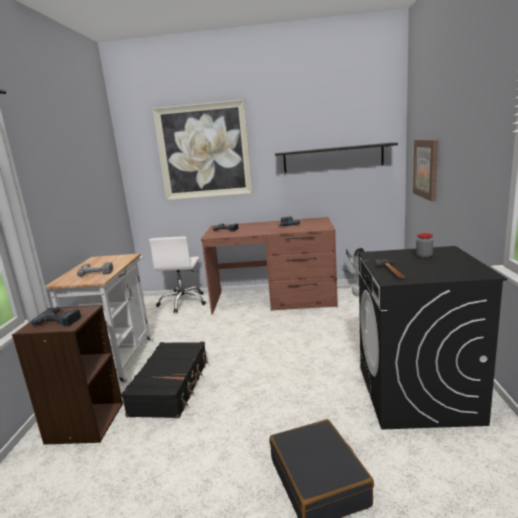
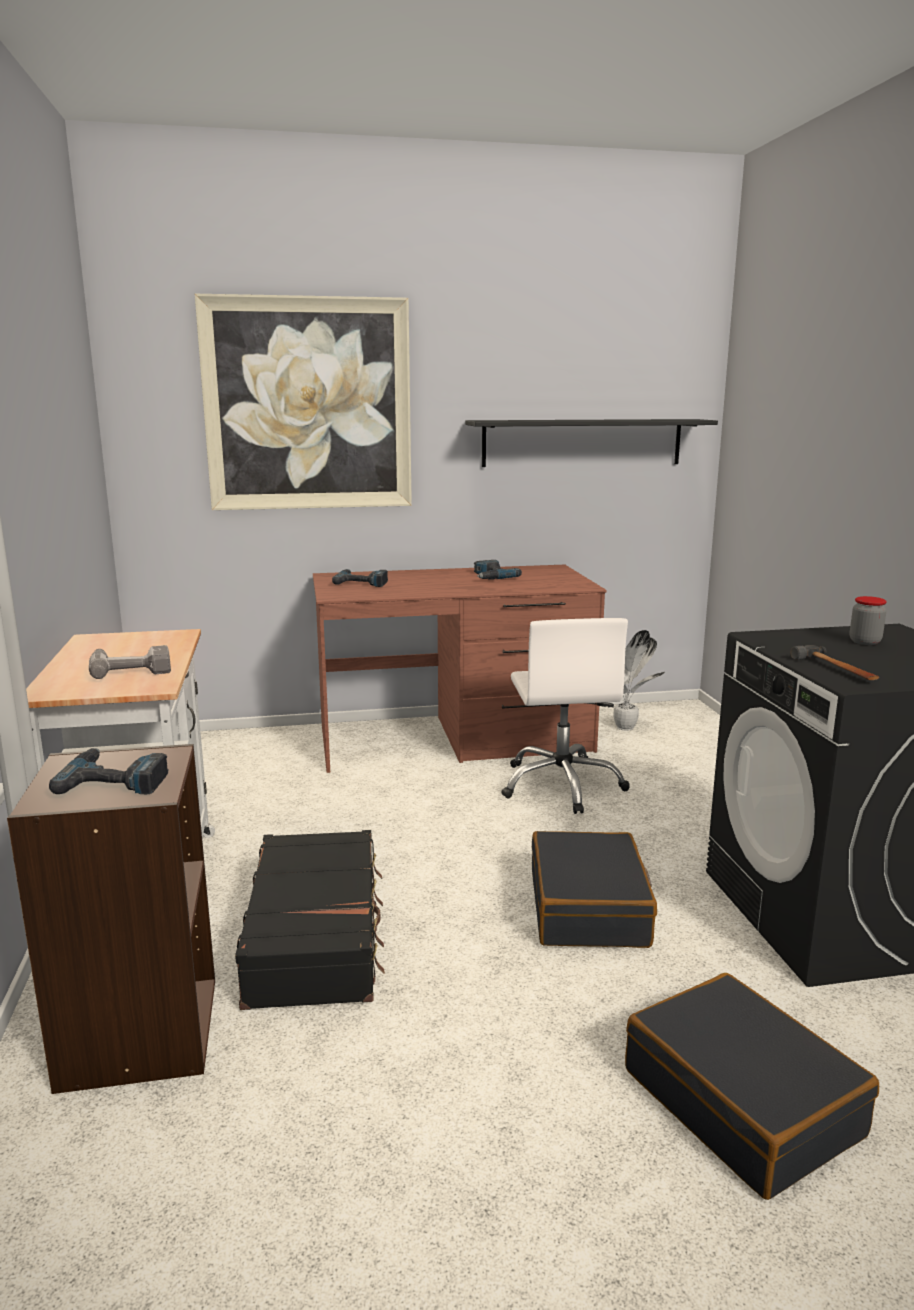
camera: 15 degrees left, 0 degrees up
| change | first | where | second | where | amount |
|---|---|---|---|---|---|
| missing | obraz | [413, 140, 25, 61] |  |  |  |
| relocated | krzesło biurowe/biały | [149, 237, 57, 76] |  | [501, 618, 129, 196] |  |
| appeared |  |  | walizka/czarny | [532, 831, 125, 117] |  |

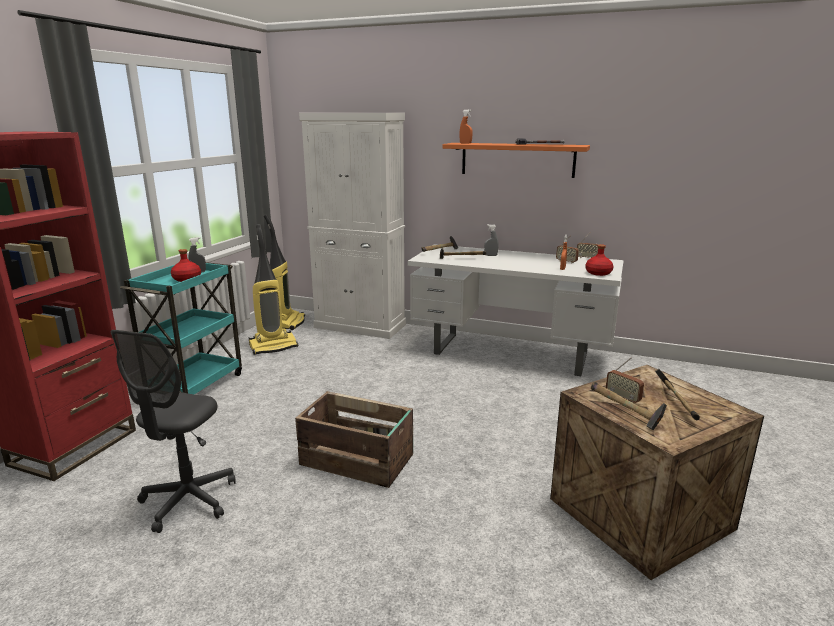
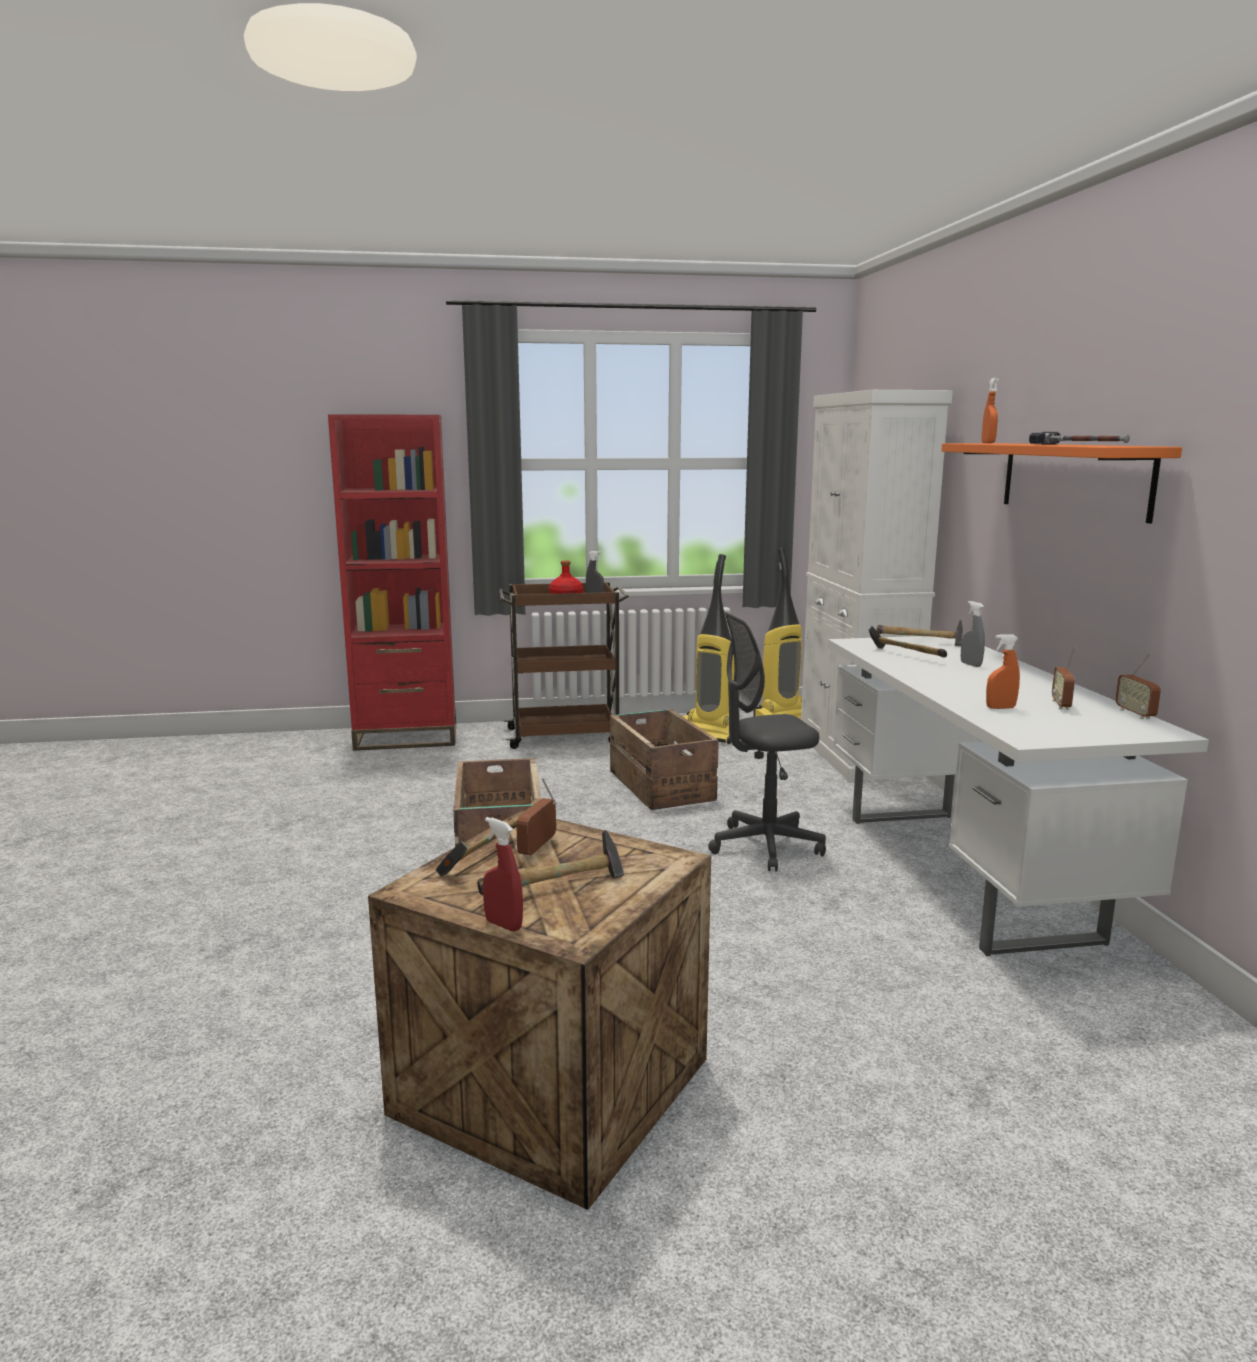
camera: 60 degrees right, 5 degrees down
| change | first | where | second | where | amount |
|---|---|---|---|---|---|
| missing | butelka/czerwony | [585, 244, 29, 32] |  |  |  |
| colour | wózek/turkusowy | [120, 262, 122, 132] | wózek/brązowy | [499, 582, 130, 167] |  |
| relocated | krzesło biurowe/szary | [111, 330, 125, 203] |  | [708, 612, 118, 259] |  |
| appeared |  |  | skrzynka | [610, 709, 109, 101] |  |
| appeared |  |  | spryskiwacz/czerwony | [483, 817, 40, 115] |  |

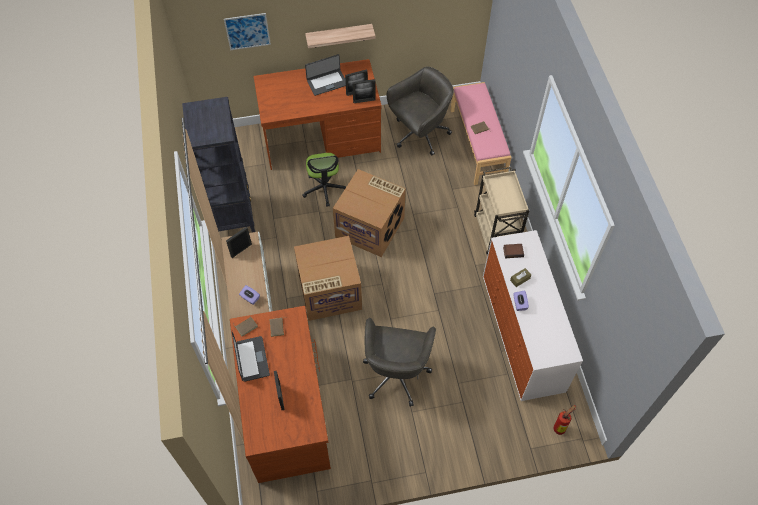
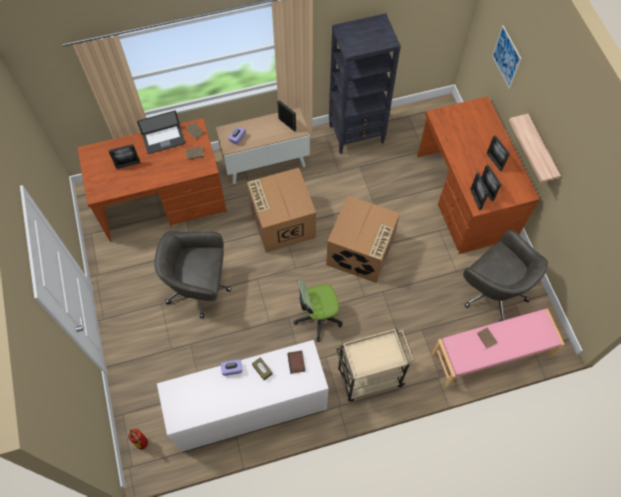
camera: 85 degrees right, 5 degrees up
| change | first | where | second | where | amount |
|---|---|---|---|---|---|
| exchanged | laptop | [305, 54, 41, 42] | ramka na zdjęcie | [486, 135, 24, 36] |  |
| relocated | krzesło biurowe | [302, 153, 44, 54] |  | [293, 279, 50, 63] |  |

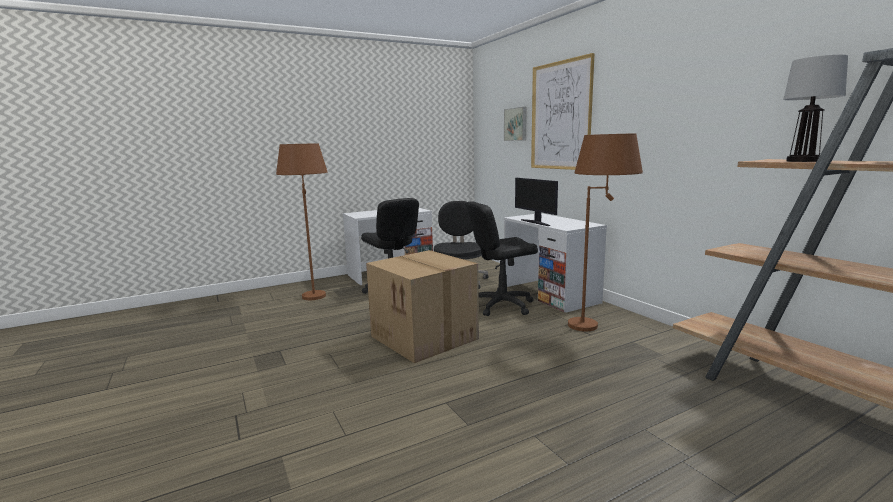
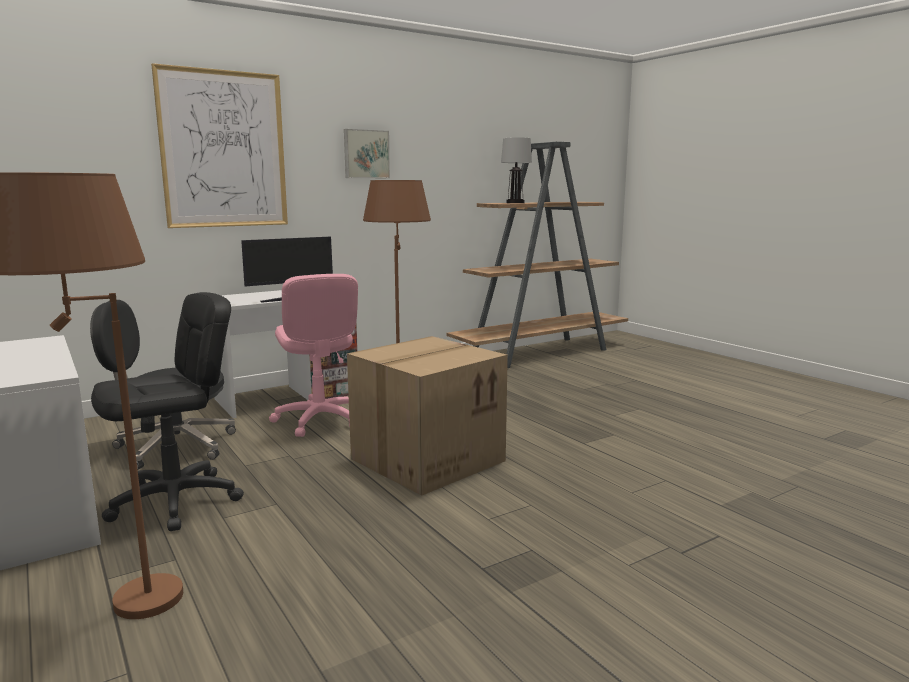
camera: 95 degrees left, 0 degrees up
| change | first | where | second | where | amount |
|---|---|---|---|---|---|
| relocated | obraz | [504, 107, 23, 34] |  | [344, 129, 46, 49] |  |
| colour | krzesło biurowe/czarny | [466, 201, 72, 115] | krzesło biurowe/różowy | [269, 274, 89, 163] |  |

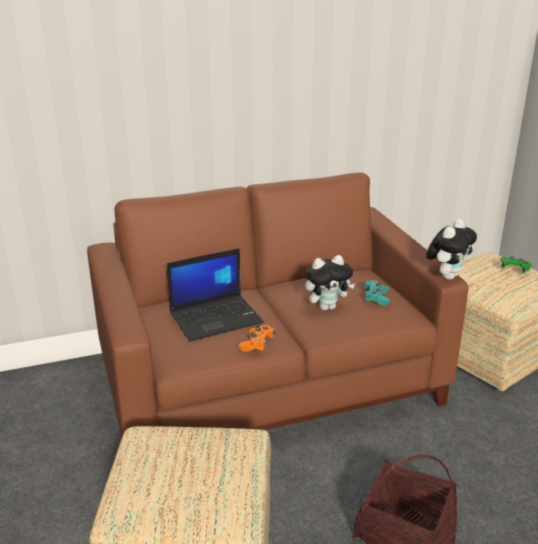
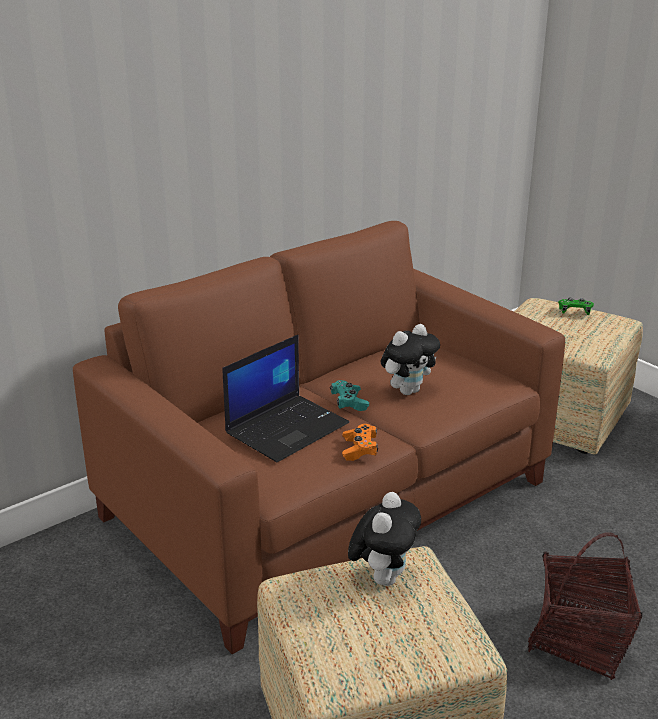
camera: 20 degrees left, 0 degrees up
| change | first | where | second | where | amount |
|---|---|---|---|---|---|
| relocated | pluszak | [426, 219, 51, 61] |  | [348, 492, 73, 94] |  |
| relocated | pad do gier/turkusowy | [364, 280, 26, 26] |  | [330, 380, 39, 31] |  |

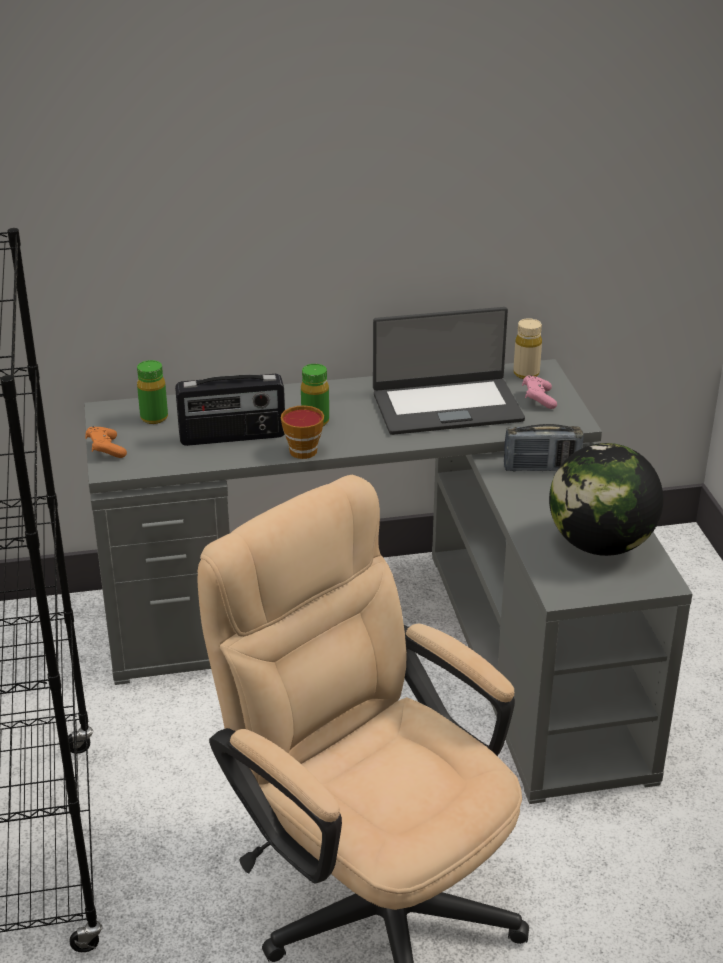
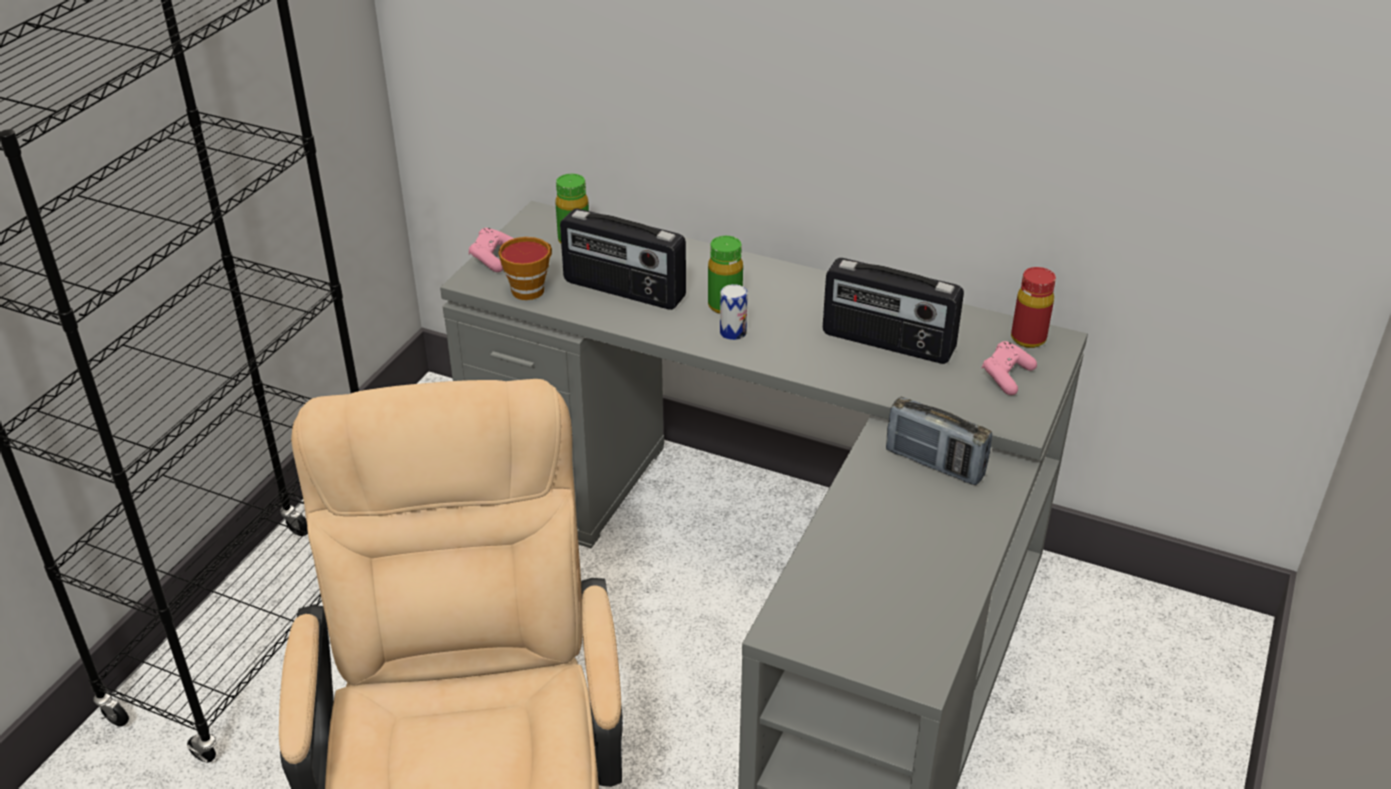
camera: 35 degrees right, 5 degrees up
| change | first | where | second | where | amount |
|---|---|---|---|---|---|
| exchanged | laptop | [373, 307, 152, 128] | radio | [823, 258, 141, 106] |  |
| colour | butelka/beżowy | [513, 318, 29, 61] | butelka/czerwony | [1011, 267, 45, 81] |  |
| relocated | filiżanka | [281, 405, 43, 54] |  | [499, 237, 53, 63] |  |
| colour | pad do gier/pomarańczowy | [85, 426, 42, 32] | pad do gier/różowy | [469, 228, 45, 44] |  |
| missing | globus | [549, 443, 114, 113] |  |  |  |
| appeared |  |  | puszka | [720, 284, 28, 56] |  |

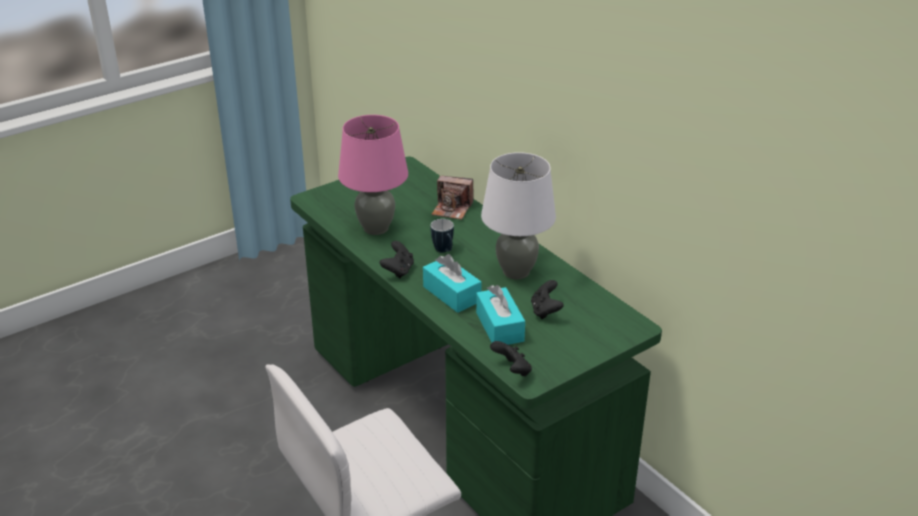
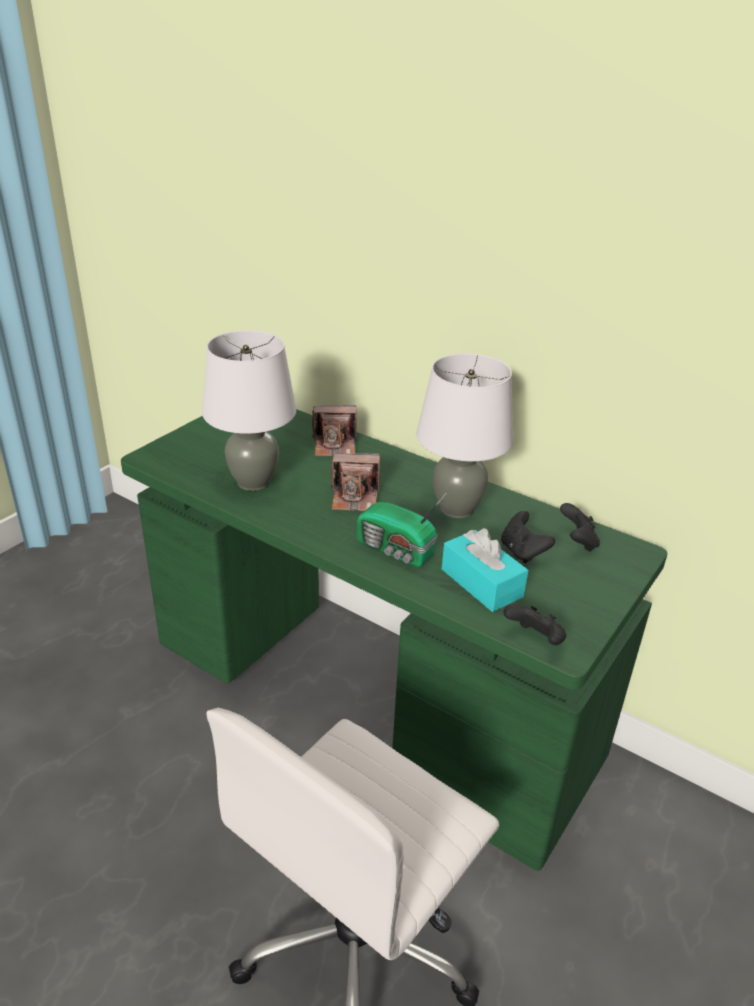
camera: 20 degrees left, 0 degrees up
| change | first | where | second | where | amount |
|---|---|---|---|---|---|
| colour | lampa stołowa/różowy | [338, 115, 70, 120] | lampa stołowa/biały | [202, 330, 94, 161] |  |
| exchanged | kubek | [431, 219, 23, 34] | aparat fotograficzny | [331, 453, 49, 58] |  |
| relocated | pad do gier/czarny | [380, 241, 34, 37] |  | [560, 503, 40, 49] |  |
| exchanged | pudełko chusteczek/turkusowy | [423, 254, 59, 59] | radio | [357, 493, 90, 74] |  |

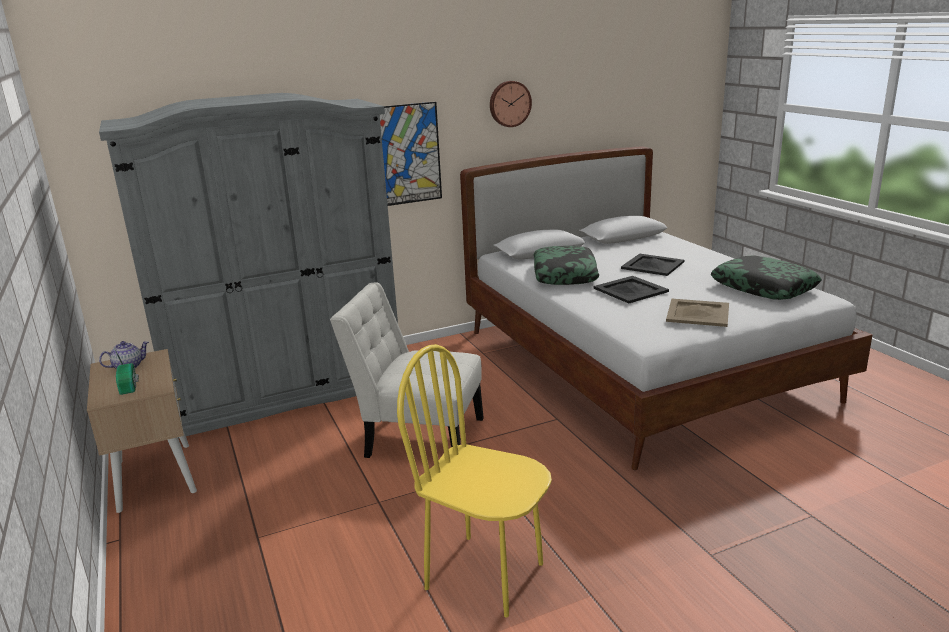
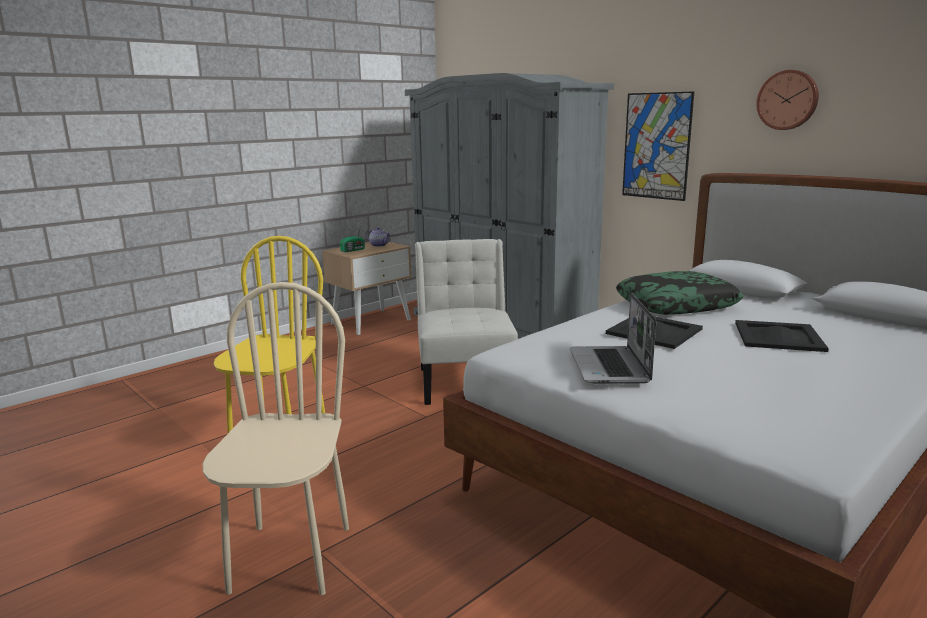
camera: 70 degrees right, 5 degrees down
| change | first | where | second | where | amount |
|---|---|---|---|---|---|
| missing | poduszka | [711, 256, 111, 44] |  |  |  |
| exchanged | taca/beżowy | [666, 299, 63, 28] | laptop | [570, 293, 86, 91] |  |
| appeared |  |  | krzesło/beżowy | [202, 282, 147, 313] |  |

